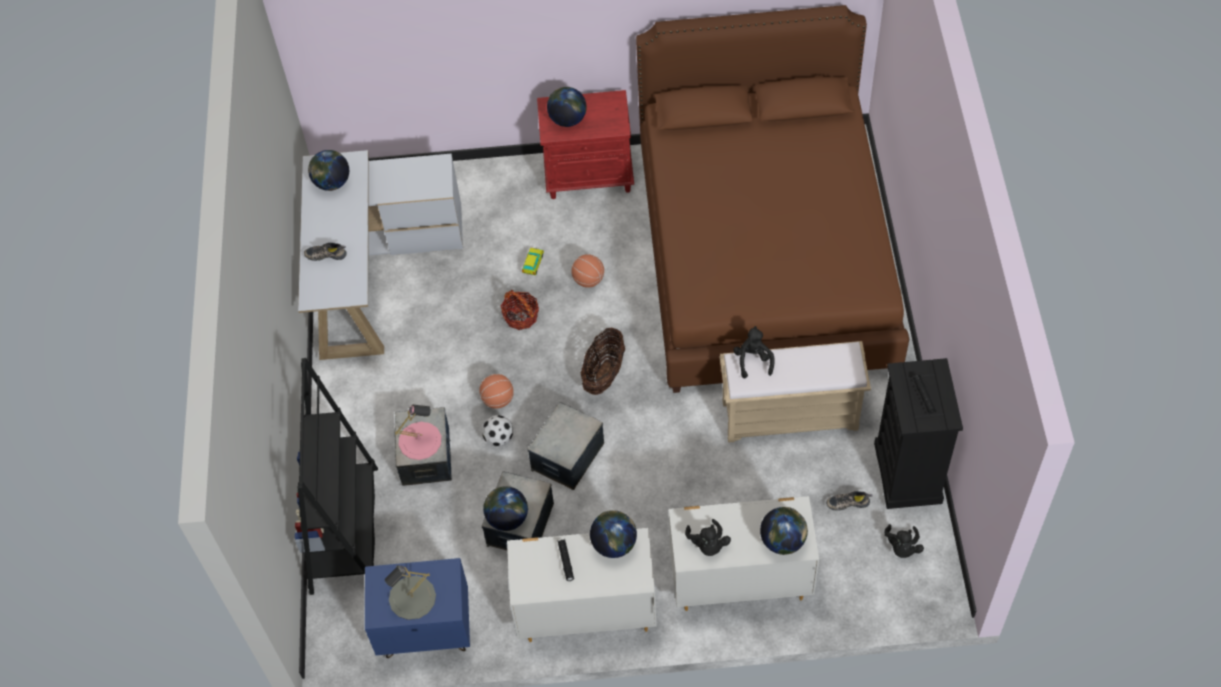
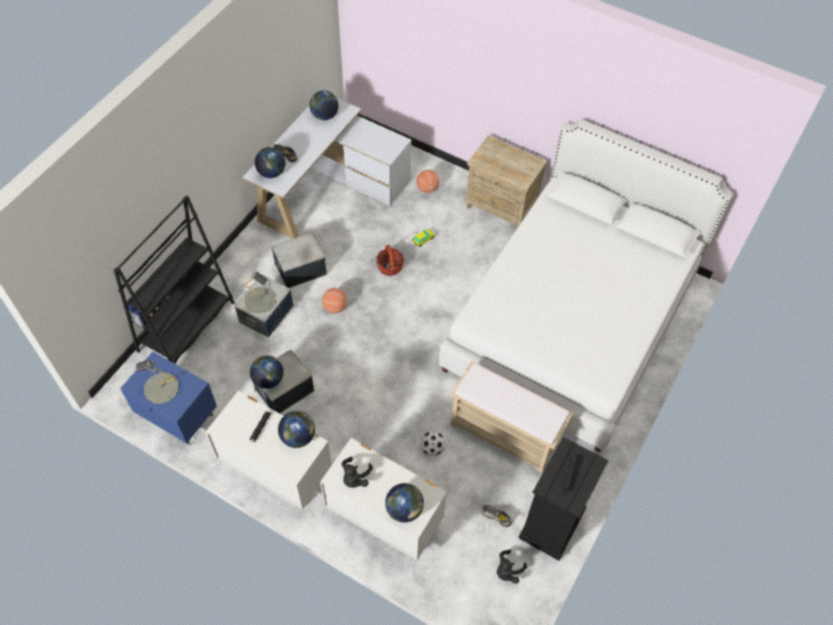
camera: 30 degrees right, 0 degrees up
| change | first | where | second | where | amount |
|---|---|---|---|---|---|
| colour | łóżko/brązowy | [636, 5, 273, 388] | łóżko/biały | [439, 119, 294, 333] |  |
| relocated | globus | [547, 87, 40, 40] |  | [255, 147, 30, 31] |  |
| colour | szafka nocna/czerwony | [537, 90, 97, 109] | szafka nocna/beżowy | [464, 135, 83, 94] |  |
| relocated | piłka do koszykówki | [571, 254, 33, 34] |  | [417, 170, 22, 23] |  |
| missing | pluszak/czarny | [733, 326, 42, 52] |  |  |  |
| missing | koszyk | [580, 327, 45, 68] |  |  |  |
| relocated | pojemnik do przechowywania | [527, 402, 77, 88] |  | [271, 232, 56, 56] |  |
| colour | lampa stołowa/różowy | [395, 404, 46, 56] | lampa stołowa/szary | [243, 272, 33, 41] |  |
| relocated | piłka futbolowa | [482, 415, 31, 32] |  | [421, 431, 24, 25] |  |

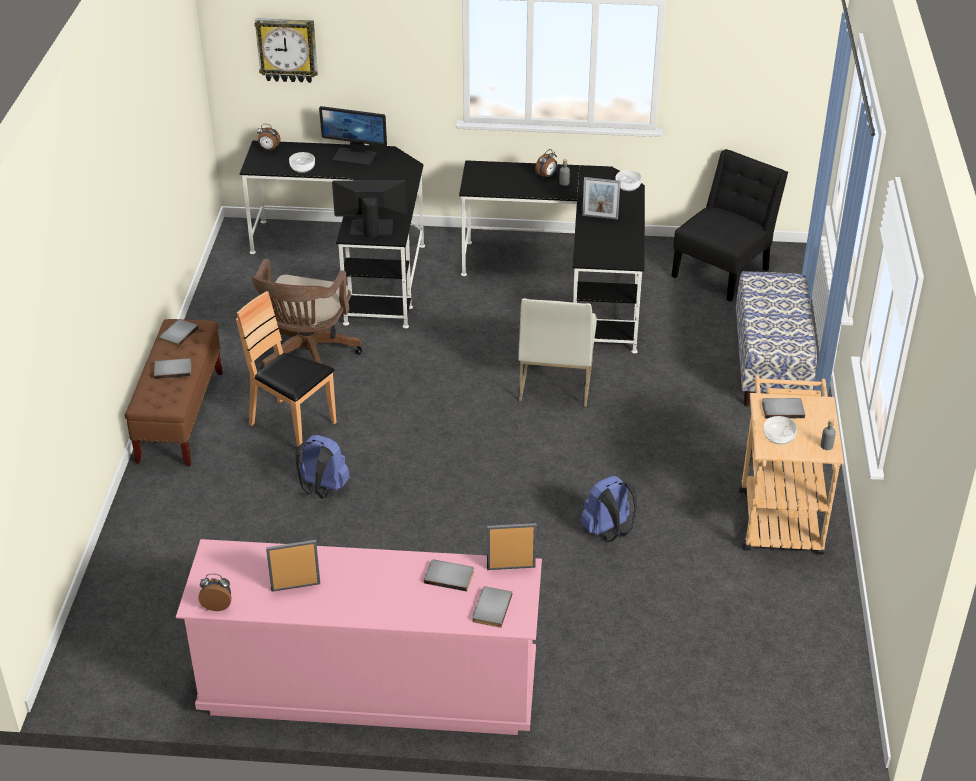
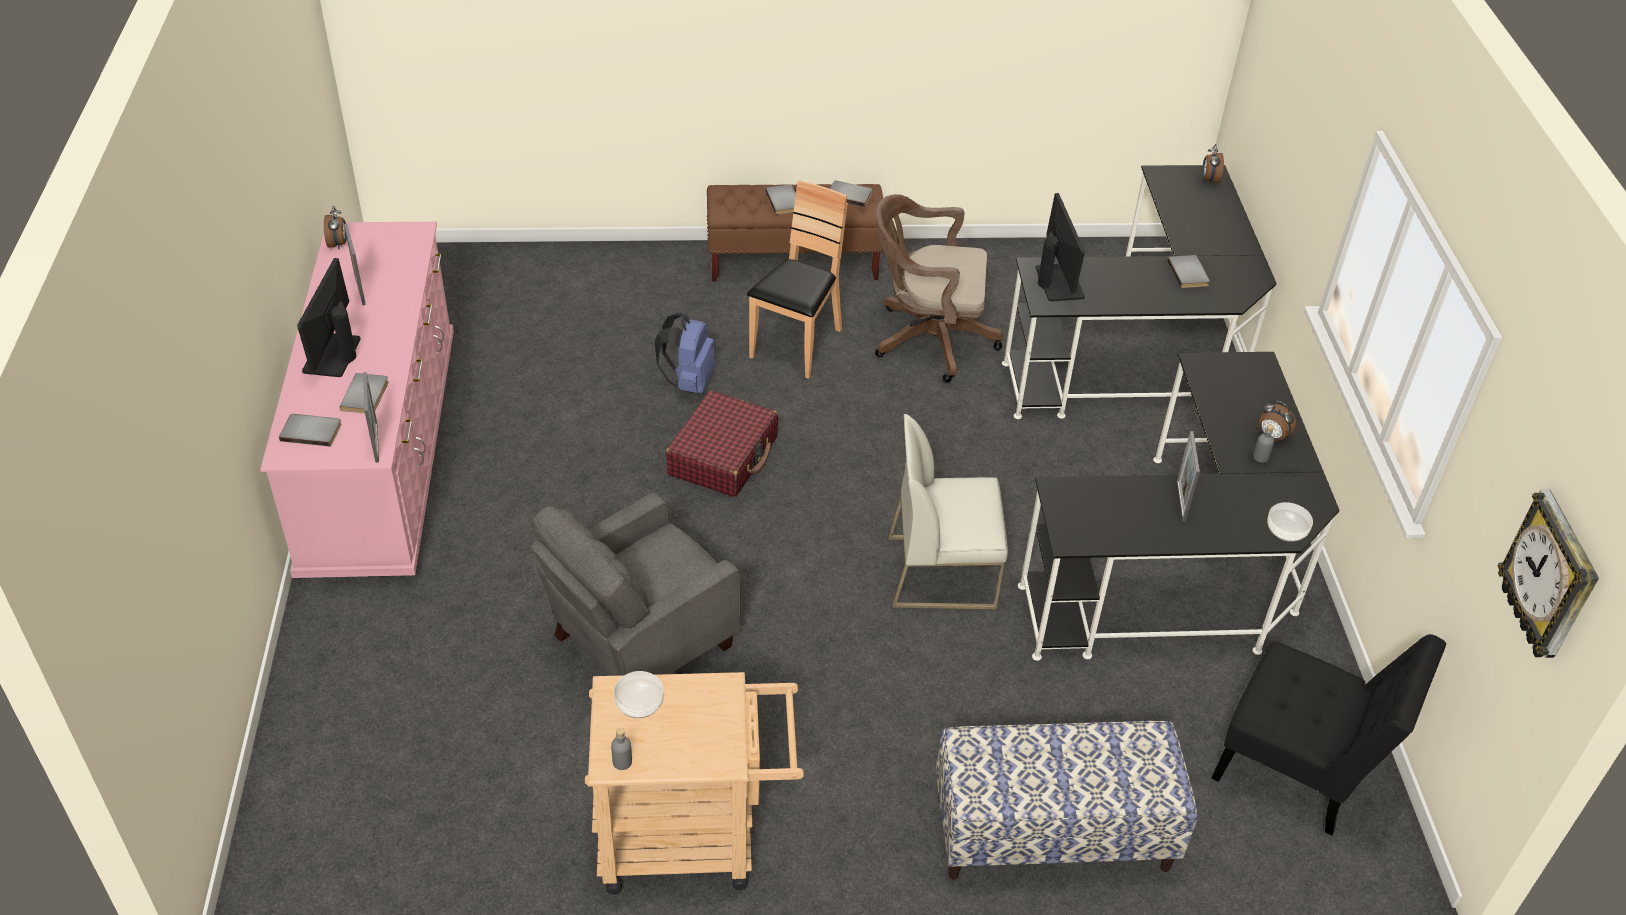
camera: 80 degrees right, 5 degrees up
| change | first | where | second | where | amount |
|---|---|---|---|---|---|
| relocated | zegar ścienny | [254, 18, 64, 65] |  | [1498, 489, 101, 169] |  |
| relocated | monitor | [319, 106, 68, 60] |  | [297, 258, 64, 119] |  |
| missing | miska | [289, 152, 26, 21] |  |  |  |
| relocated | książka/szary | [762, 398, 43, 20] |  | [1167, 255, 43, 33] |  |
| exchanged | plecak/niebieski | [581, 476, 56, 66] | fotel/szary | [531, 493, 210, 183] |  |
| appeared |  |  | walizka/czerwony | [666, 390, 112, 107] |  |

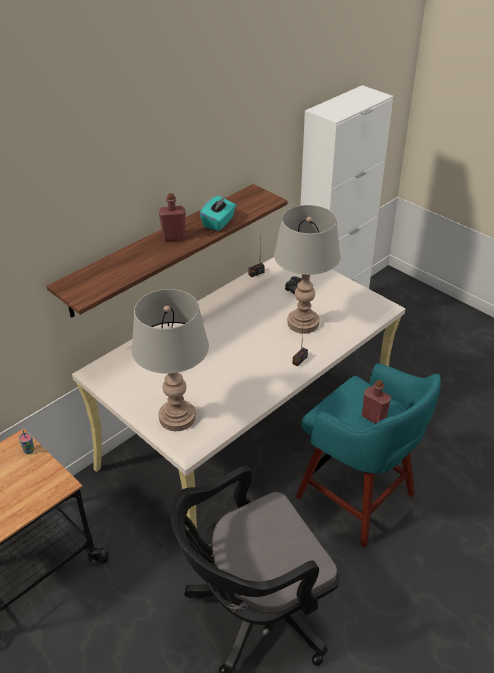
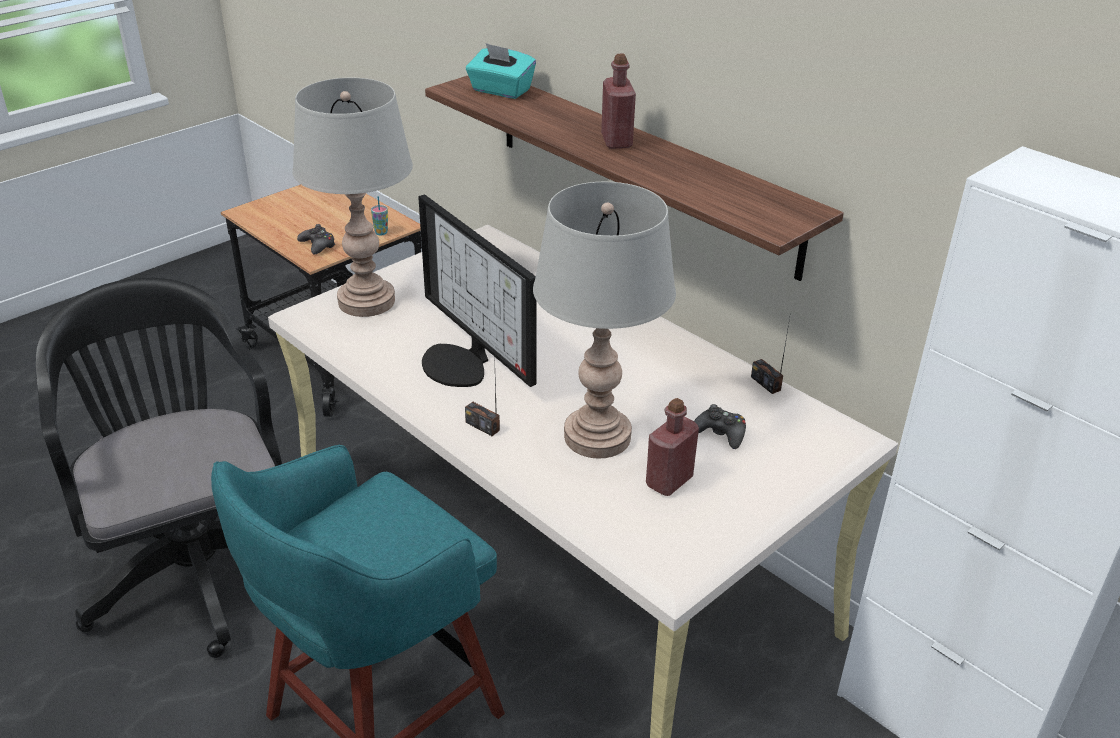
camera: 90 degrees right, 5 degrees down
| change | first | where | second | where | amount |
|---|---|---|---|---|---|
| relocated | pudełko chusteczek/turkusowy | [200, 195, 36, 36] |  | [466, 43, 70, 56] |  |
| relocated | butelka/czerwony | [362, 380, 29, 44] |  | [646, 398, 53, 98] |  |
| appeared |  |  | monitor | [418, 194, 119, 193] |  |
| appeared |  |  | pad do gier/czarny | [297, 224, 39, 30] |  |

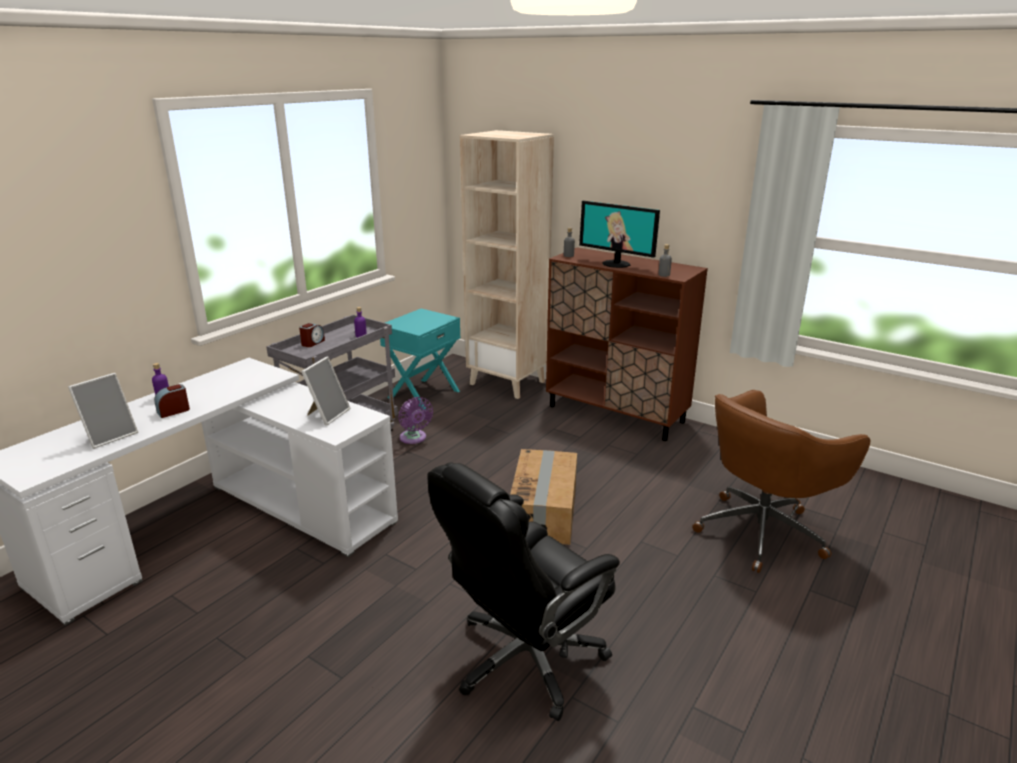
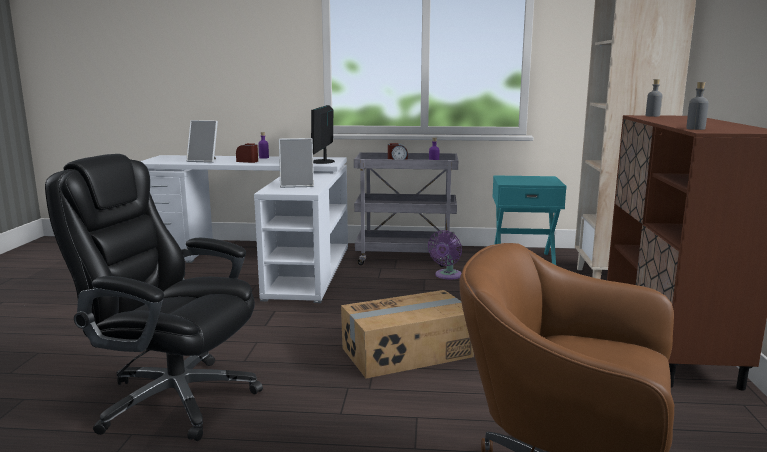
camera: 60 degrees right, 10 degrees down
| change | first | where | second | where | amount |
|---|---|---|---|---|---|
| relocated | monitor | [579, 201, 81, 67] |  | [311, 105, 24, 59] |  |

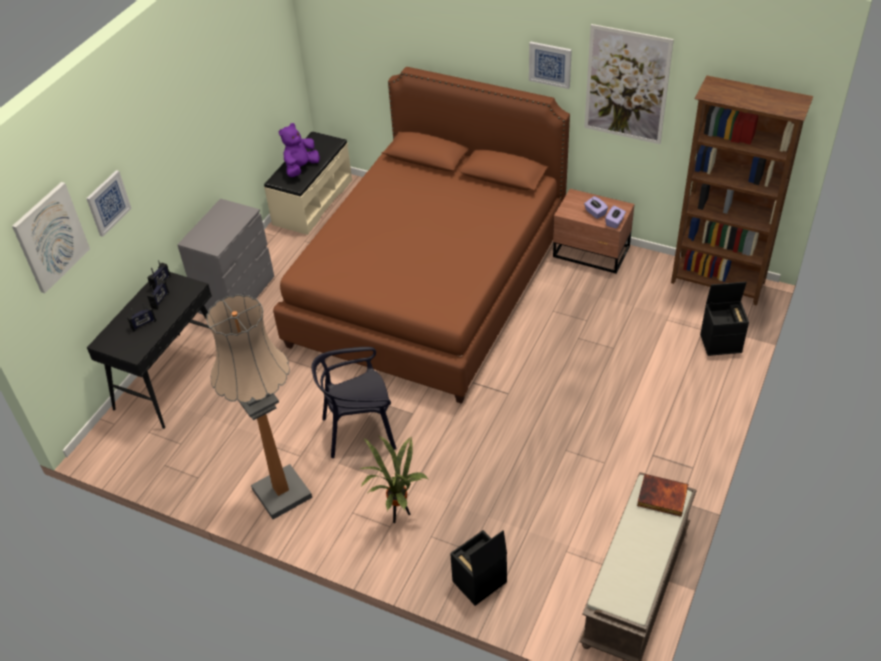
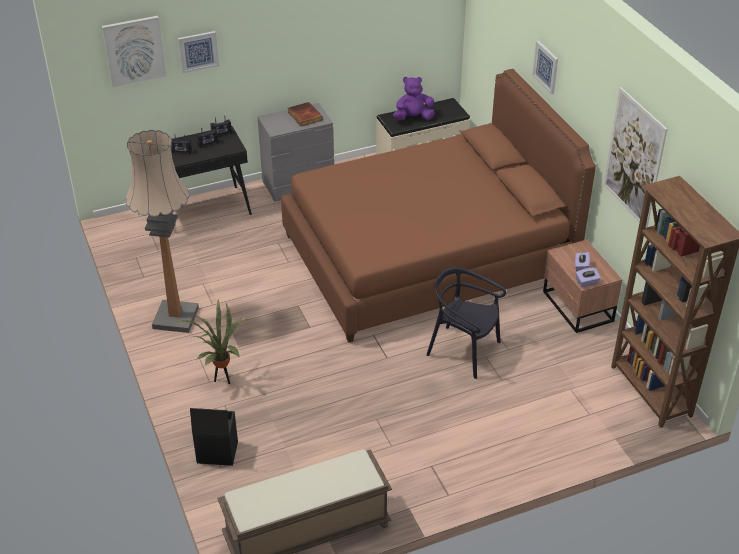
camera: 40 degrees right, 5 degrees down
| change | first | where | second | where | amount |
|---|---|---|---|---|---|
| relocated | obraz | [529, 42, 43, 47] |  | [532, 40, 26, 54] |  |
| missing | pojemnik do przechowywania/czarny | [700, 282, 49, 74] |  |  |  |
| relocated | krzesło/czarny | [312, 347, 84, 111] |  | [426, 267, 80, 112] |  |
| relocated | książka | [637, 474, 52, 43] |  | [288, 102, 35, 24] |  |

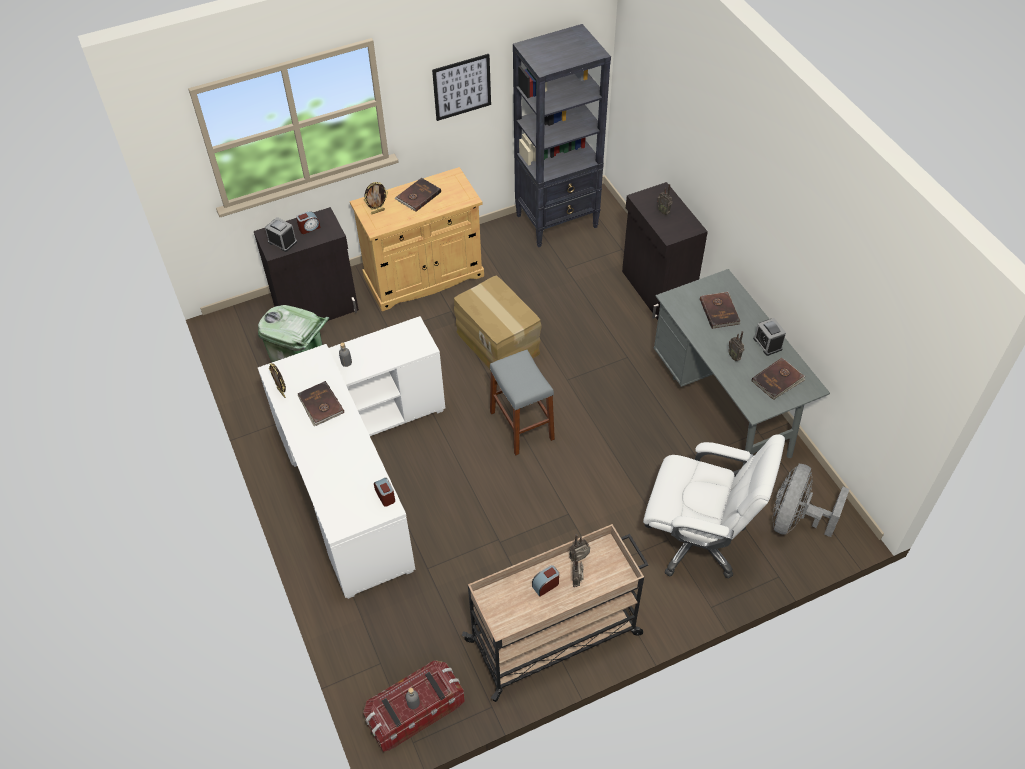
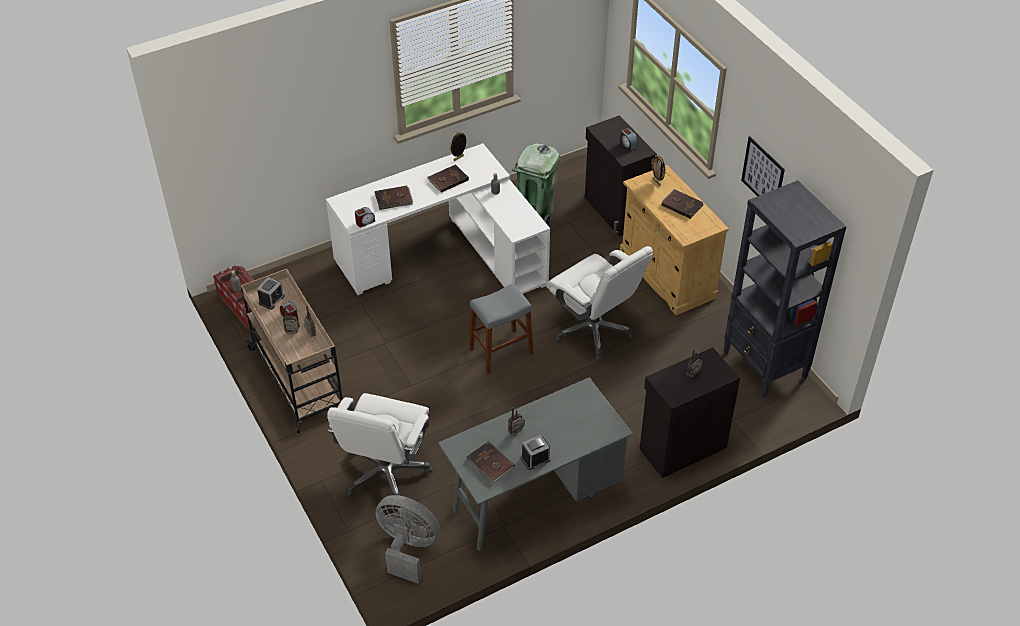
camera: 85 degrees right, 5 degrees down
| change | first | where | second | where | amount |
|---|---|---|---|---|---|
| relocated | budzik | [265, 217, 32, 35] |  | [257, 277, 28, 33] |  |
| exchanged | karton | [454, 275, 88, 94] | krzesło biurowe/biały | [546, 246, 107, 115] |  |
| relocated | książka/brązowy | [700, 291, 41, 38] |  | [375, 186, 38, 24] |  |

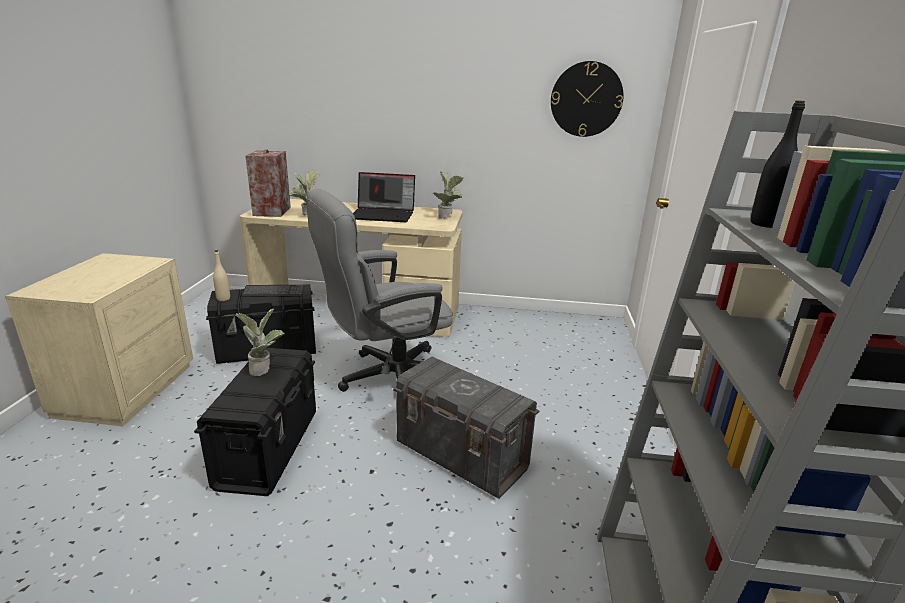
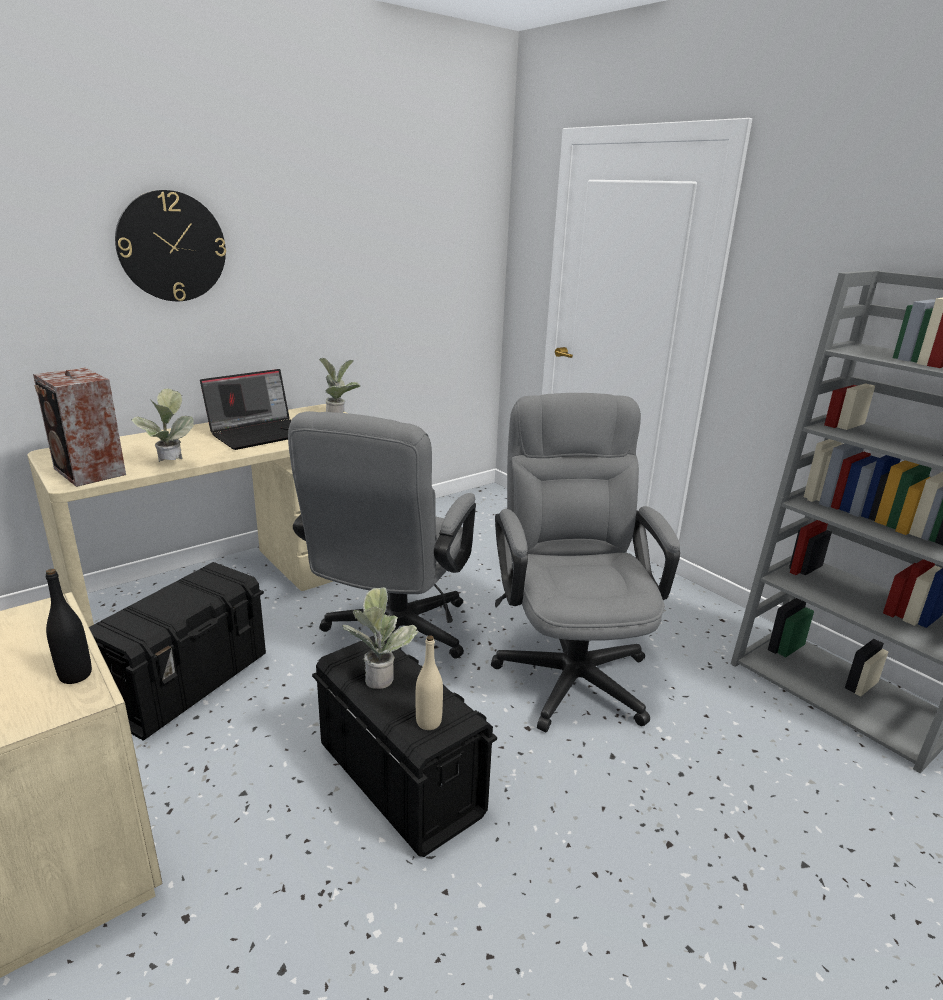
camera: 45 degrees left, 0 degrees up
| change | first | where | second | where | amount |
|---|---|---|---|---|---|
| relocated | zegar ścienny | [551, 61, 73, 76] |  | [115, 190, 111, 111] |  |
| relocated | butelka/czarny | [751, 100, 54, 128] |  | [46, 569, 46, 115] |  |
| relocated | butelka/beżowy | [213, 250, 17, 51] |  | [416, 635, 27, 95] |  |
| missing | klawiatura | [241, 285, 63, 12] |  |  |  |
| exchanged | pojemnik do przechowywania/szary | [393, 357, 146, 142] | krzesło biurowe/szary | [491, 393, 189, 339] |  |

